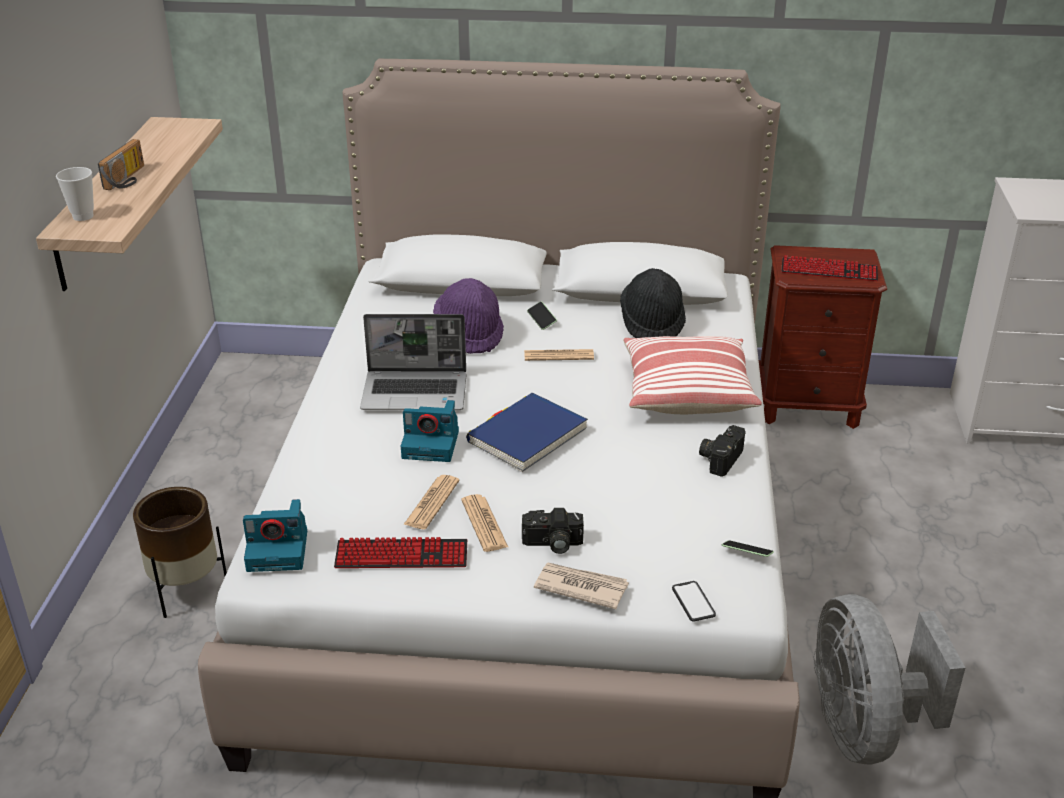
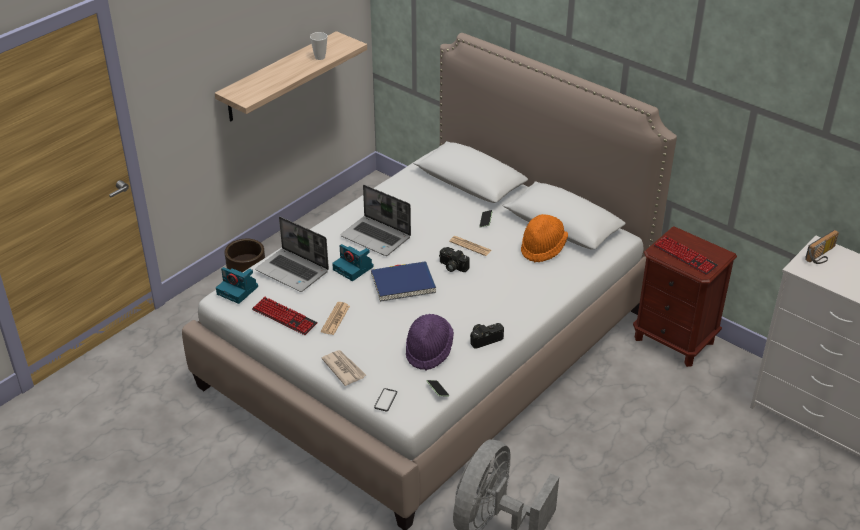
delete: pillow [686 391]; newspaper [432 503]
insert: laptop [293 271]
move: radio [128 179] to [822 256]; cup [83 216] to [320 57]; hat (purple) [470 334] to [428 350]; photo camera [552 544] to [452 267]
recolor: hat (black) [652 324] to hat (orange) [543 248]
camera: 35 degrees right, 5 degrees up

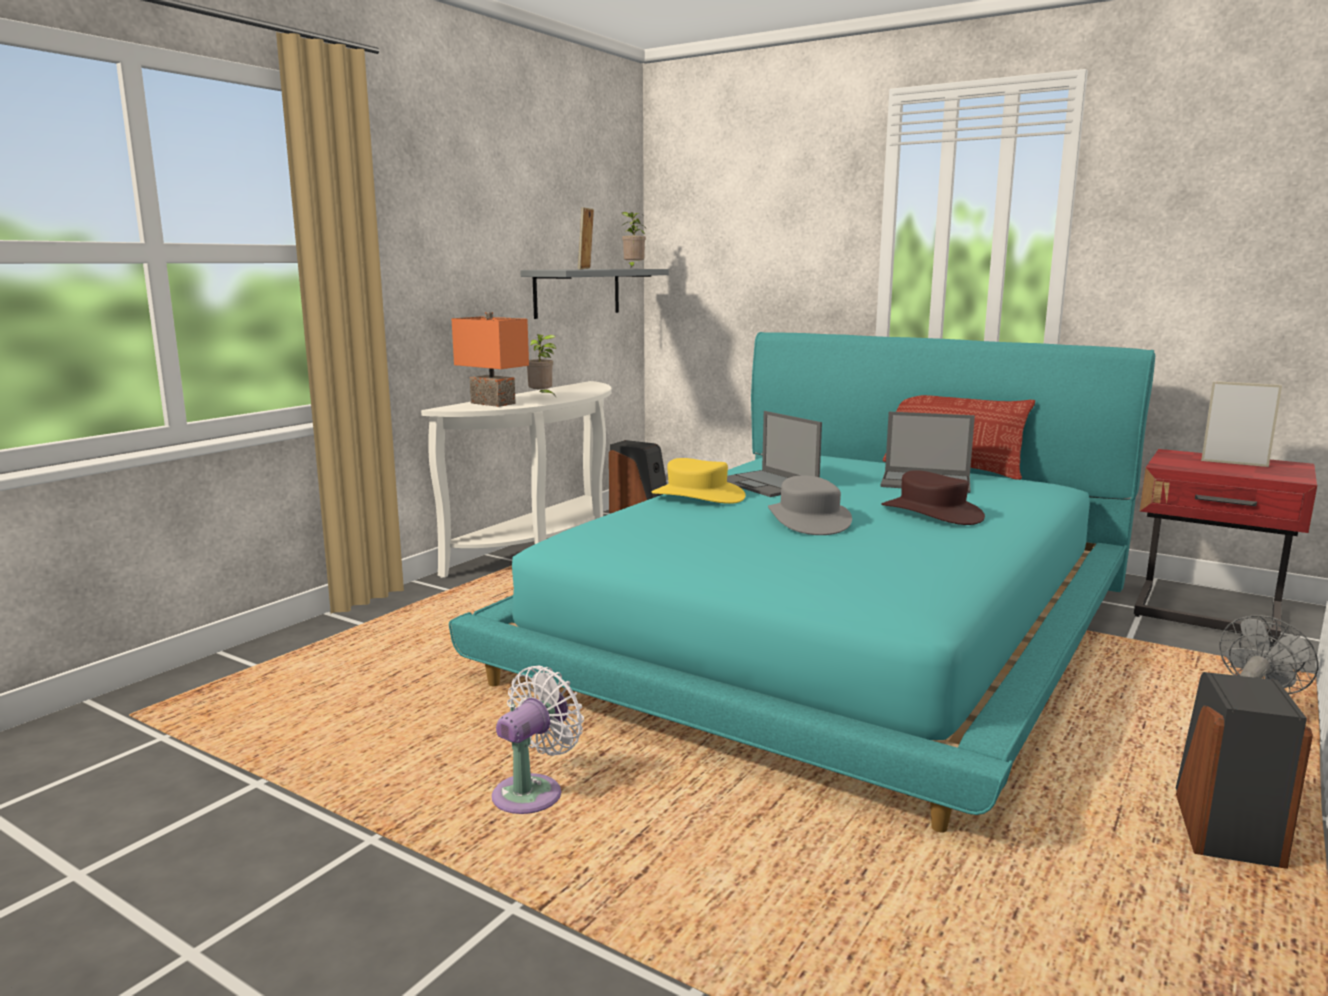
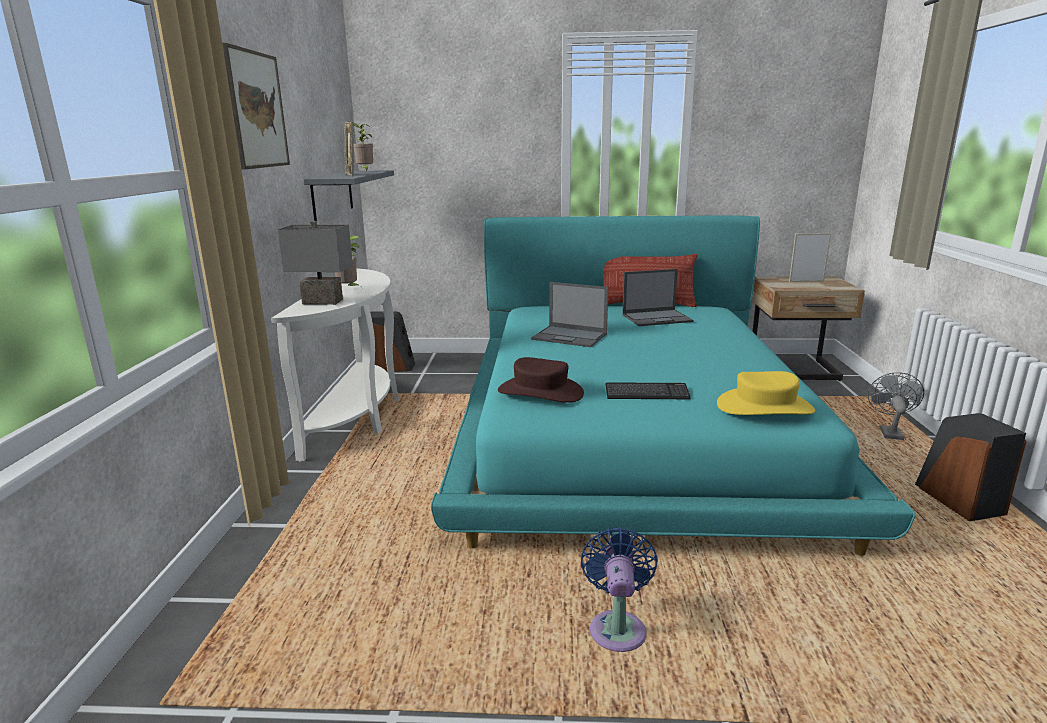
delete: hat (grey) [809 520]
insert: picture [258 110]; keyboard [646 393]
move: hat (yellow) [697 496] to [764 407]; hat (brown) [932 512] to [540 392]
recolor: table lamp (orange) [495 403] to table lamp (grey) [324 301]; nightstand (red) [1207 615] to nightstand (beige) [795 372]; fan (white) [533 792] to fan (blue) [617 627]
camera: 30 degrees left, 5 degrees up

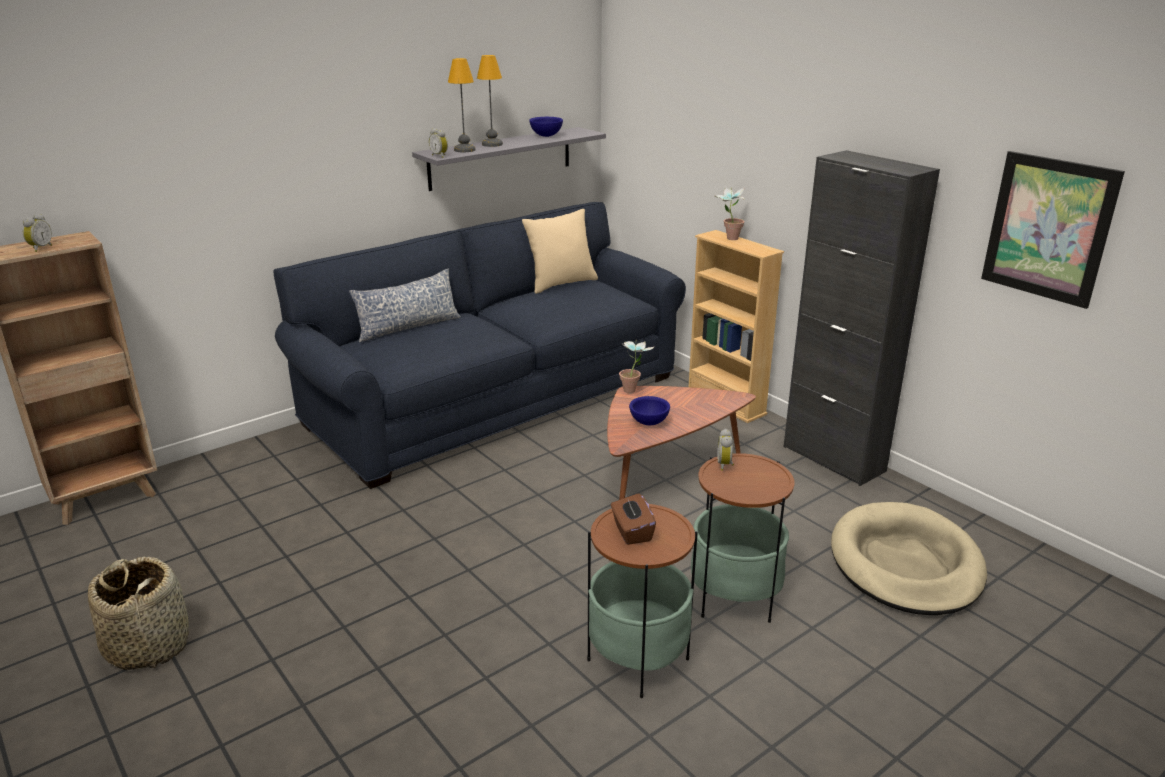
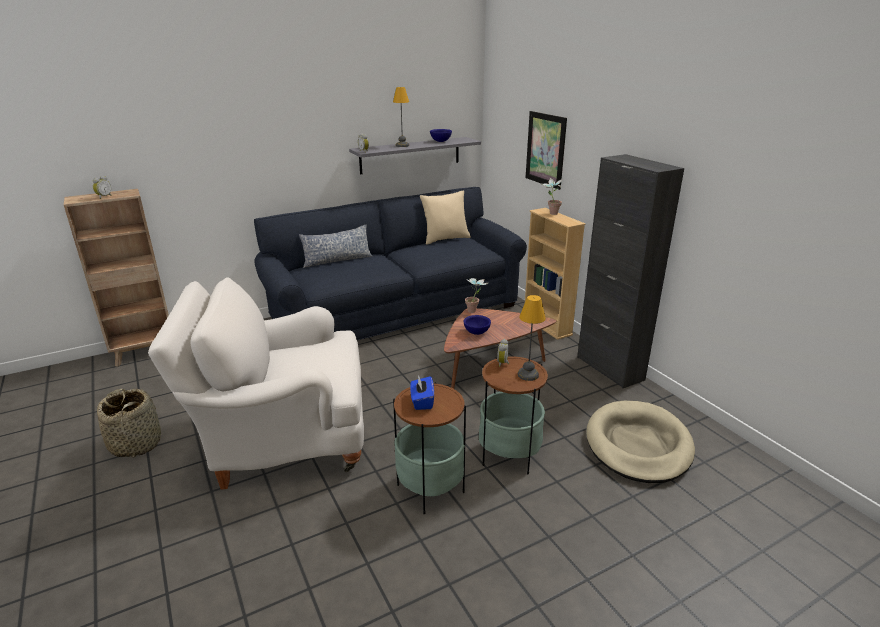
insert: armchair (white) [283 439]
move: table lamp [465 150] to [528 374]; picture [1048 228] to [545 149]
recolor: tissue box (brown) [632 532] to tissue box (blue) [422 401]
camera: 10 degrees right, 0 degrees up

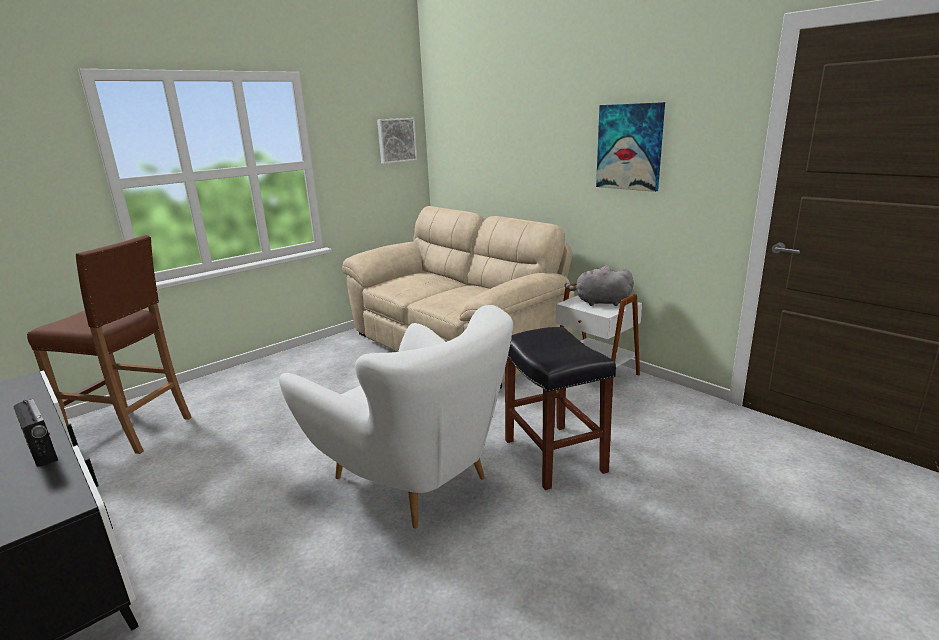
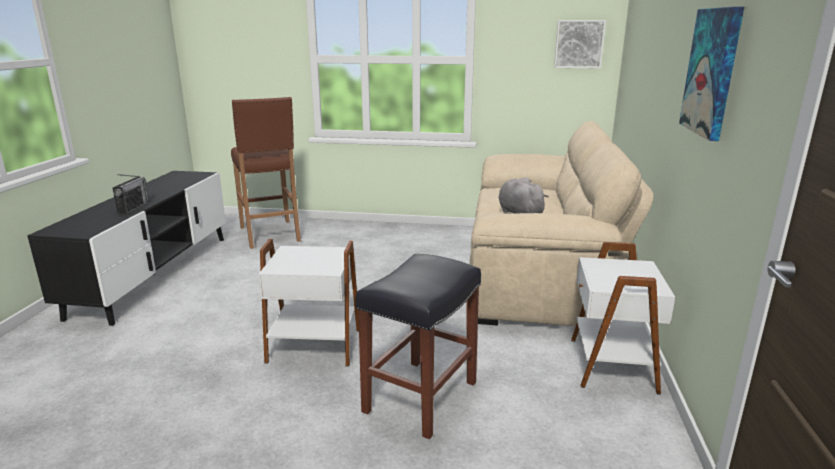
move: plush toy (grey) [600 302] to [519 213]
replace: armchair (white) [413 479] to side table (white) [315 344]
camera: 50 degrees right, 0 degrees up

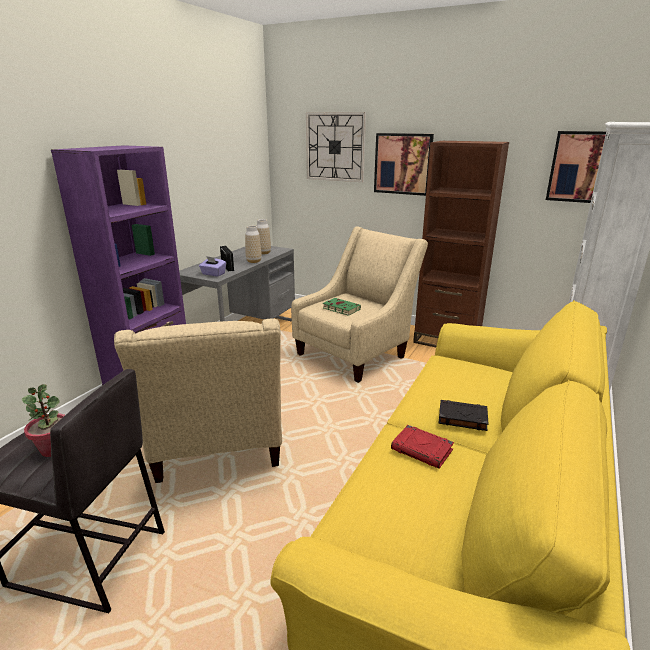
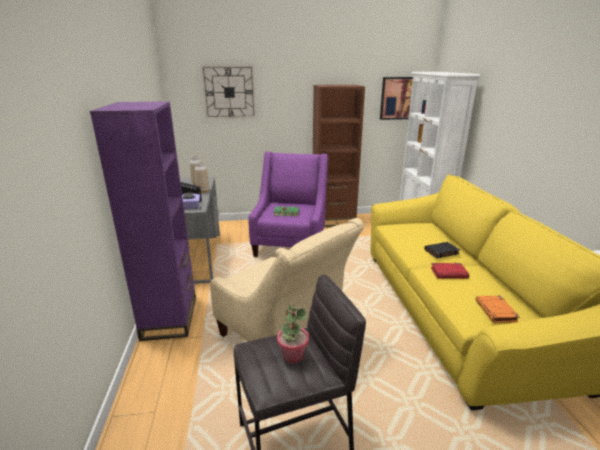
delete: picture [403 164]
insert: book (orange) [496 311]
recolor: armchair (beige) [356 353] to armchair (purple) [291 244]
camera: 35 degrees left, 0 degrees up

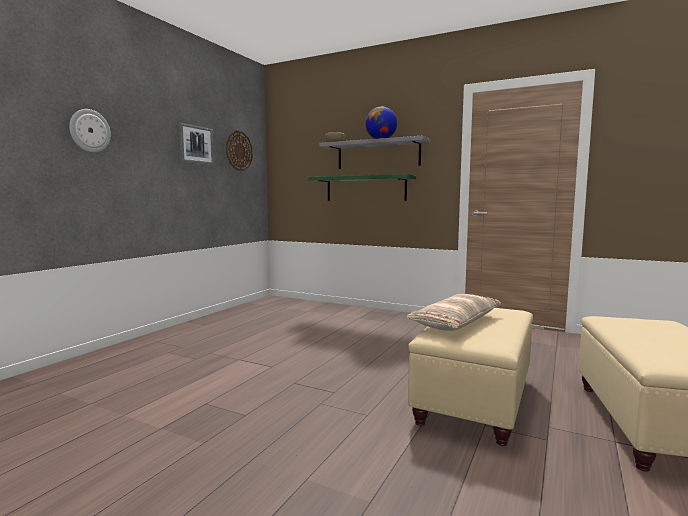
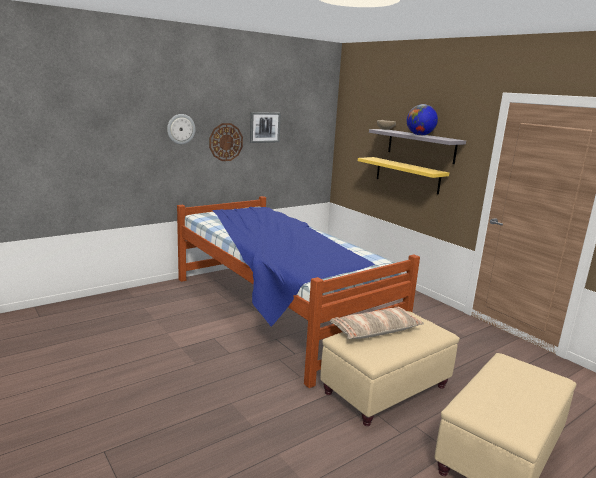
insert: bed [277 310]
move: wall clock [239 151] to [226 142]
recolor: shelf (green) [365 188] to shelf (yellow) [407 175]
camera: 25 degrees right, 10 degrees up

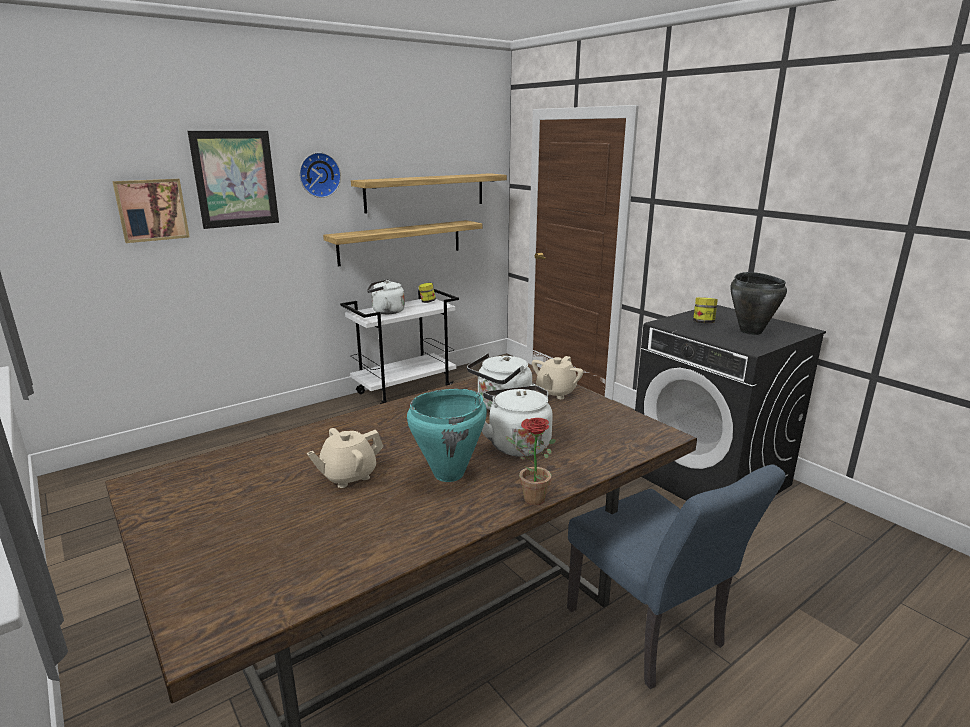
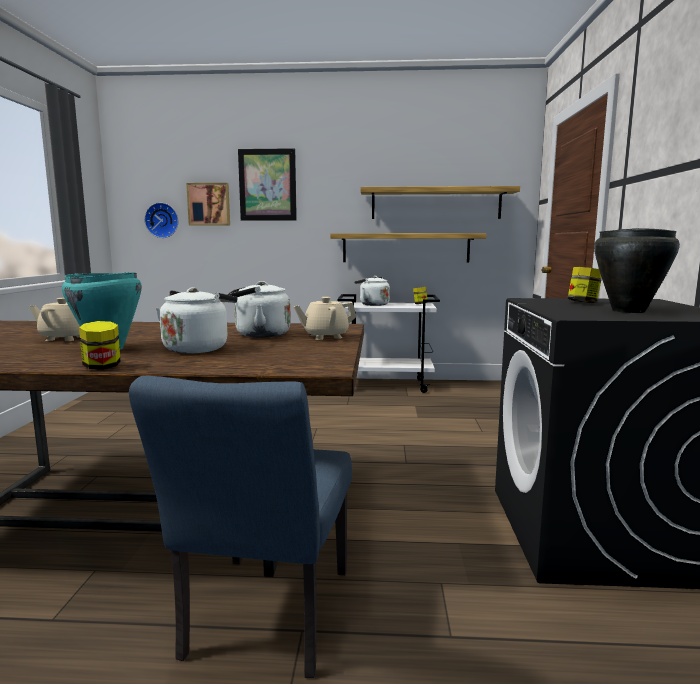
move: wall clock [319 175] to [162 220]
replace: potted plant [529 498] to jar [102 367]
camera: 40 degrees right, 10 degrees down

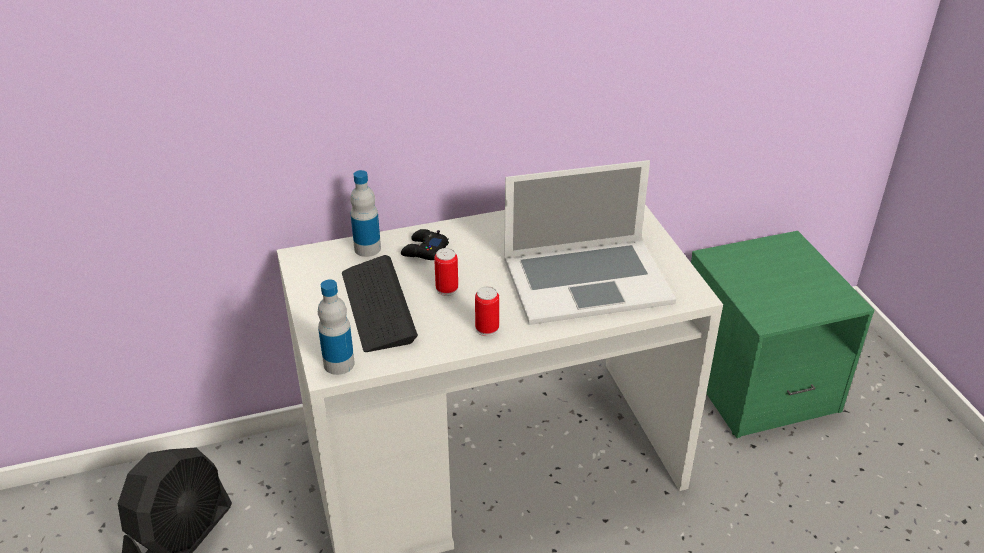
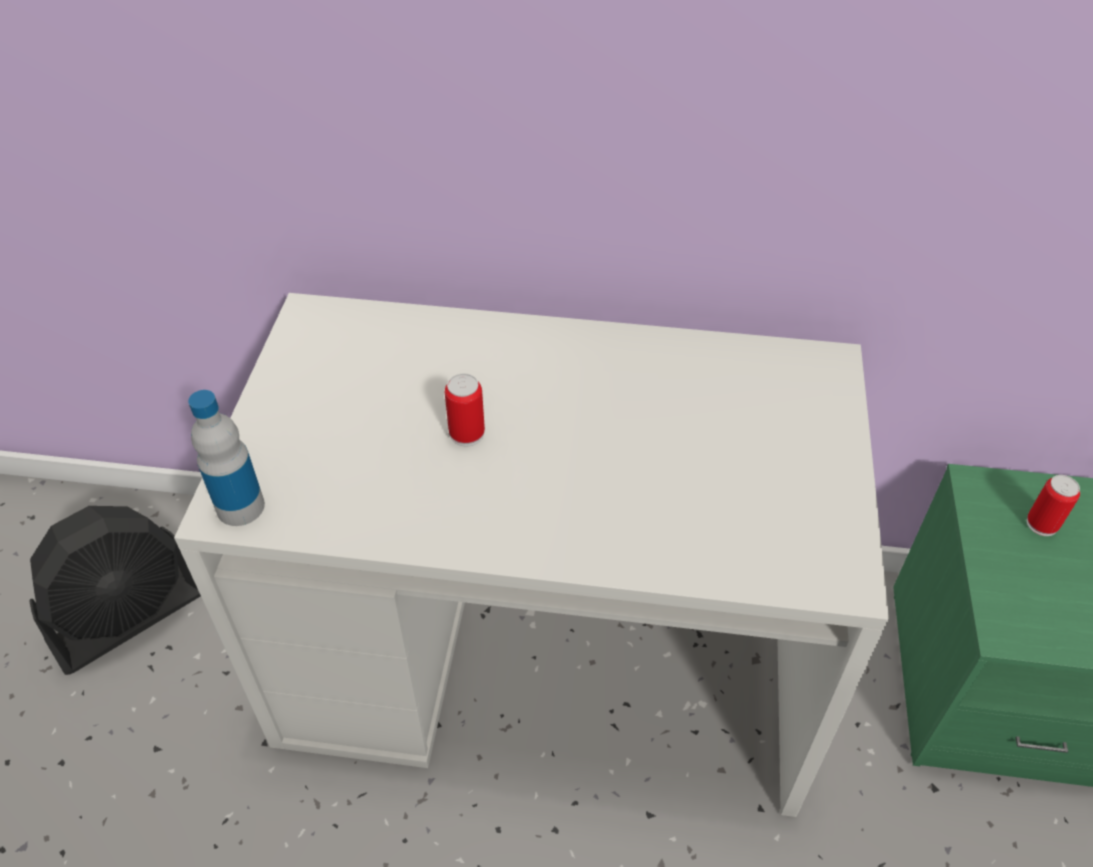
delete: laptop [586 280]; bottle [367 248]; game controller (black) [424 250]; keyboard [378 305]
move: can [487 329] to [1042 524]
camera: 25 degrees right, 10 degrees up

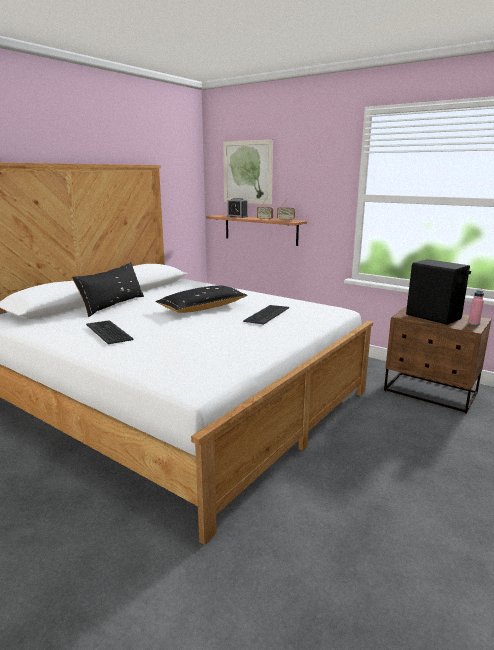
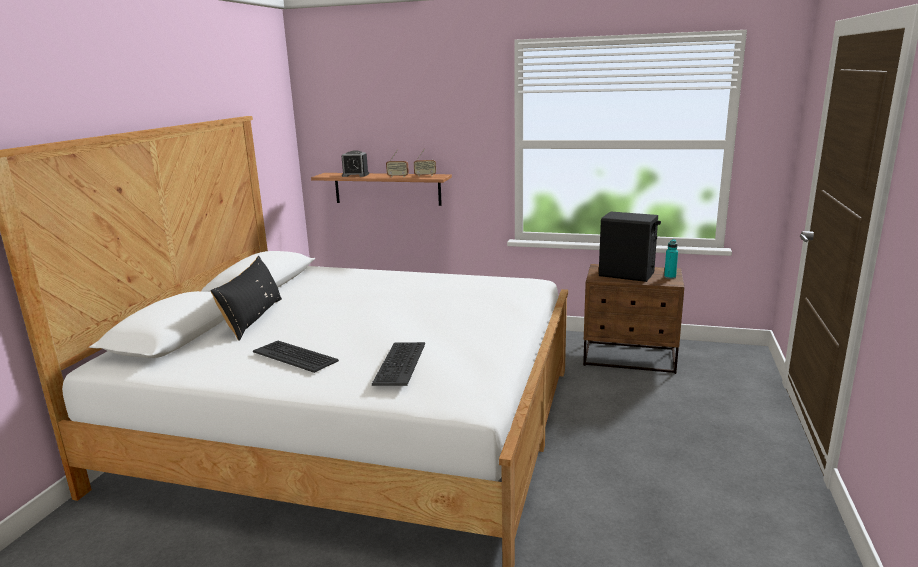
delete: picture [247 172]; pillow (black) [202 308]
move: keyboard [266 315] to [399 364]
recolor: bottle (pink) [473 324] to bottle (turquoise) [670 277]
camera: 20 degrees left, 0 degrees up

